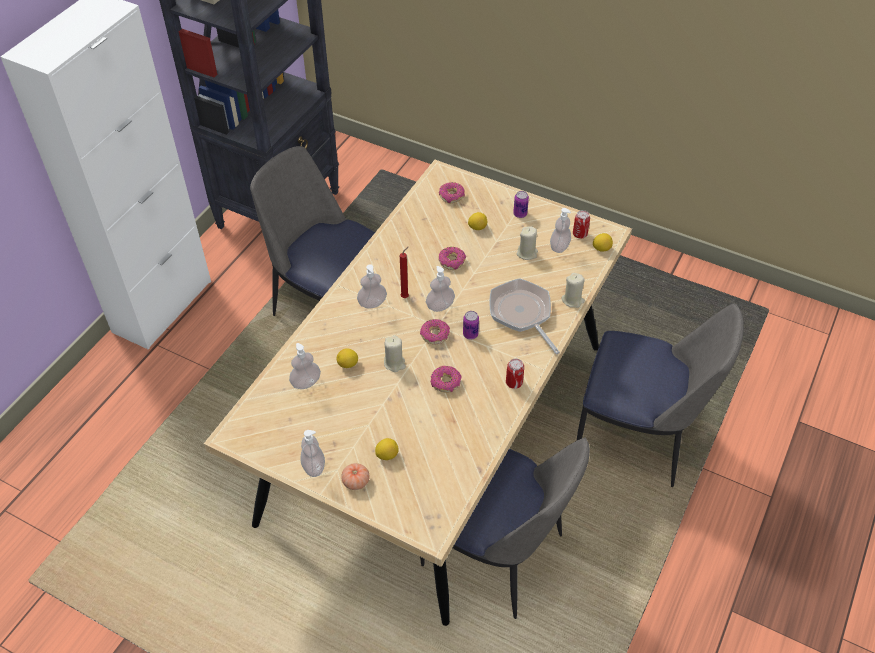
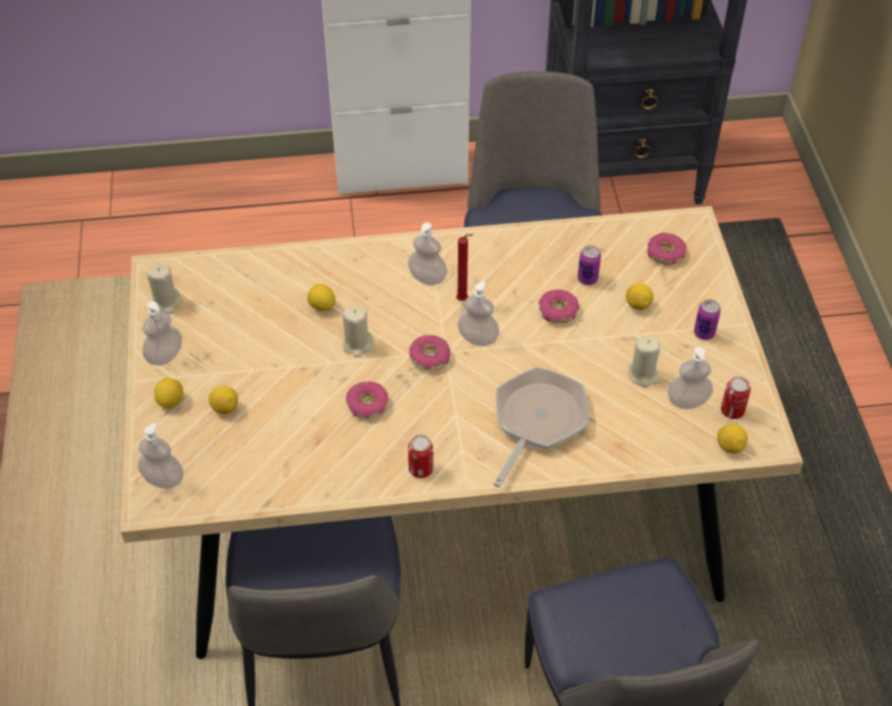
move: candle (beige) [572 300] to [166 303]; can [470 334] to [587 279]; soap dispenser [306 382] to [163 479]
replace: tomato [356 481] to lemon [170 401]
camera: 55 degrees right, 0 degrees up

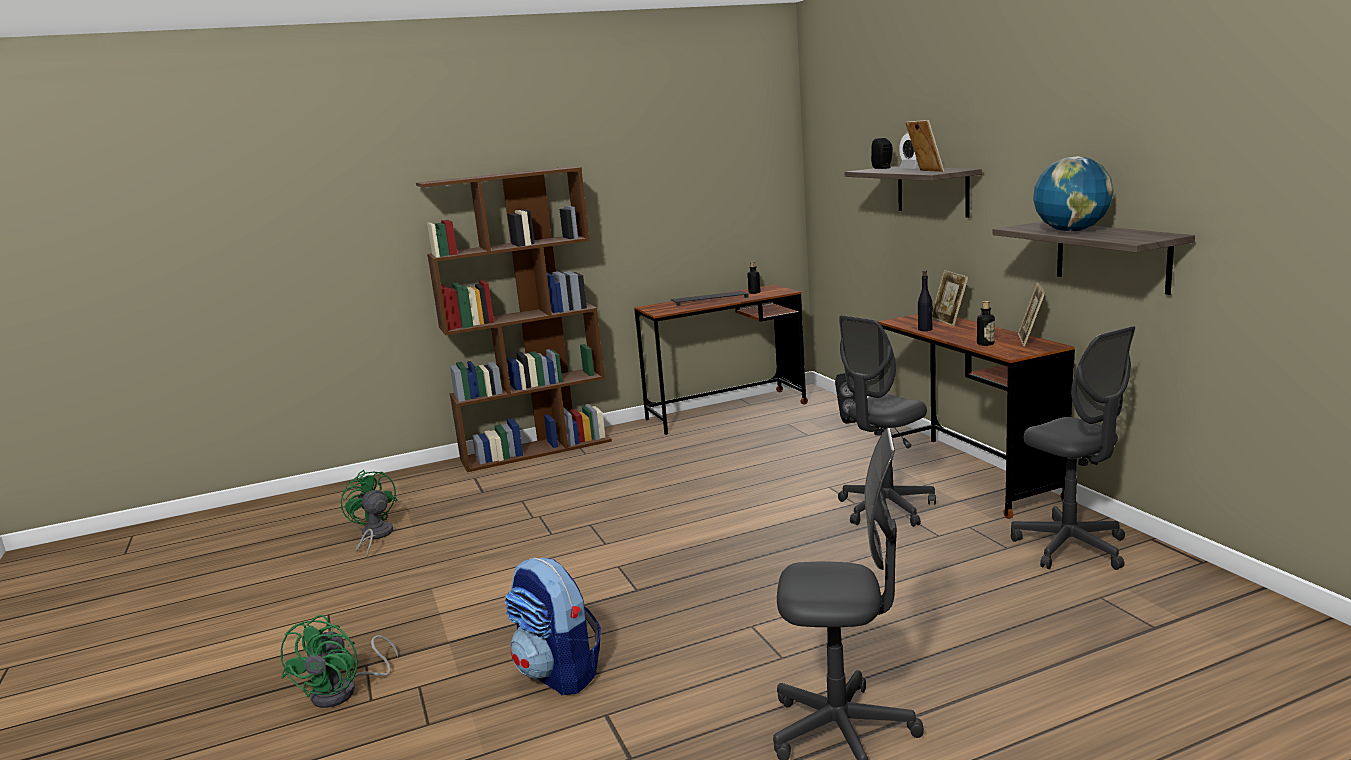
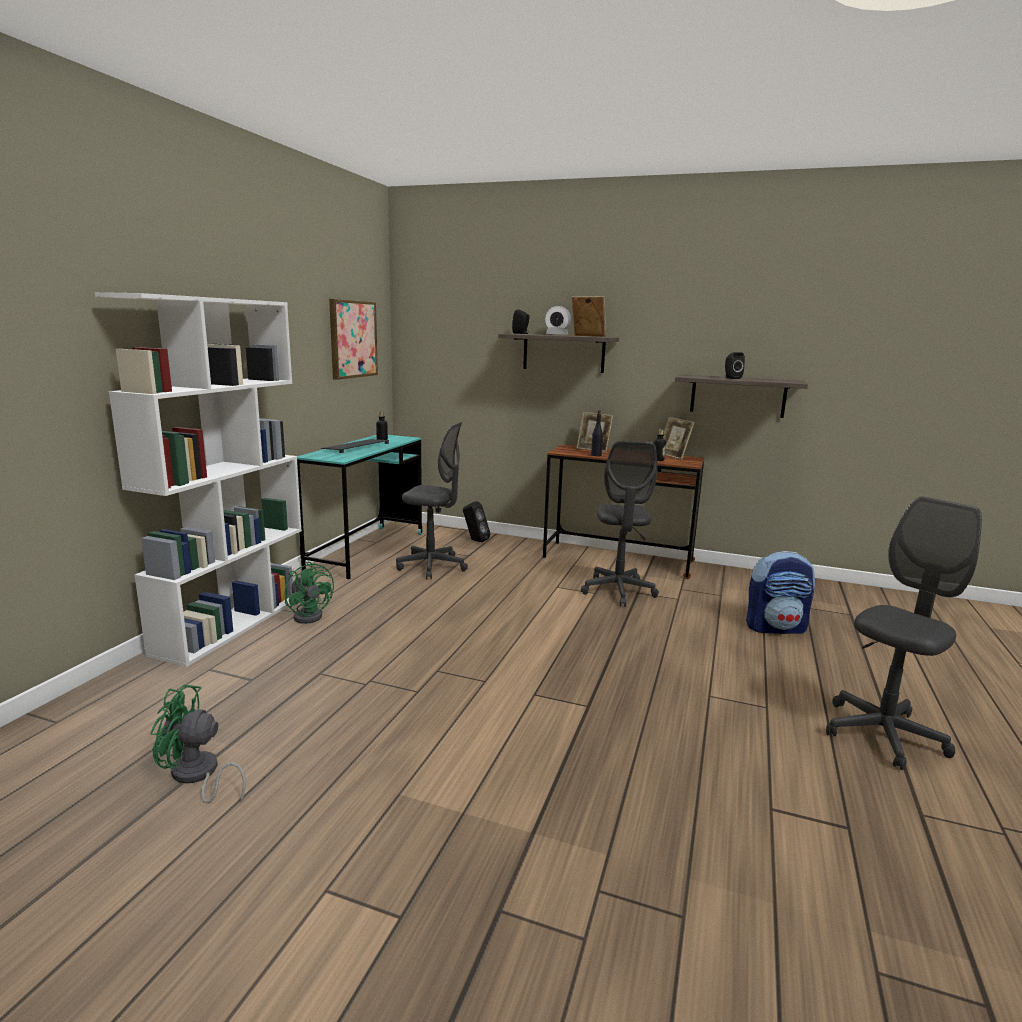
insert: picture [352 339]
move: office chair (grey) [1070 547] to [432 566]; backpack [559 673] to [775 627]; fan (green) [344 691] to [311 615]
replace: globe [1071 231] to speaker (black) [731 378]
recolor: bookcase (brown) [537 450] to bookcase (white) [233 622]; desk (brown) [726 411] to desk (turquoise) [367 551]
camera: 50 degrees left, 0 degrees up

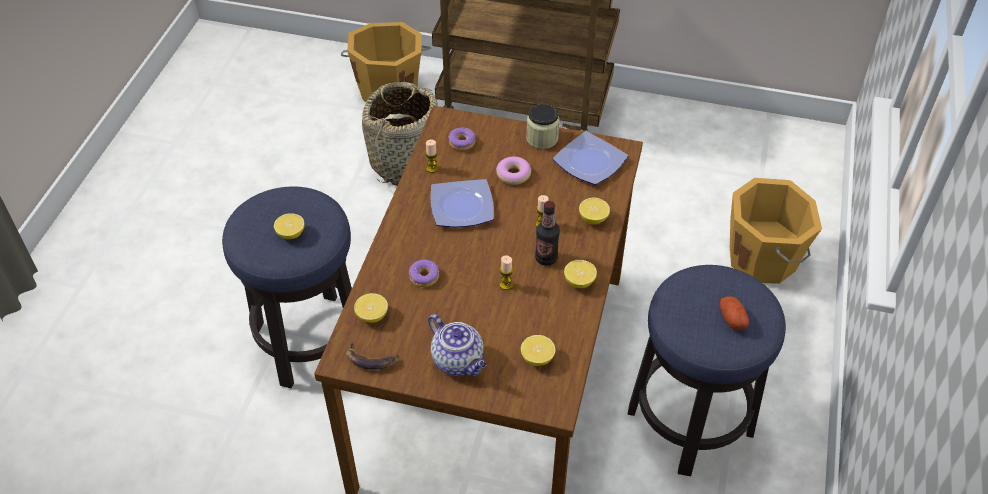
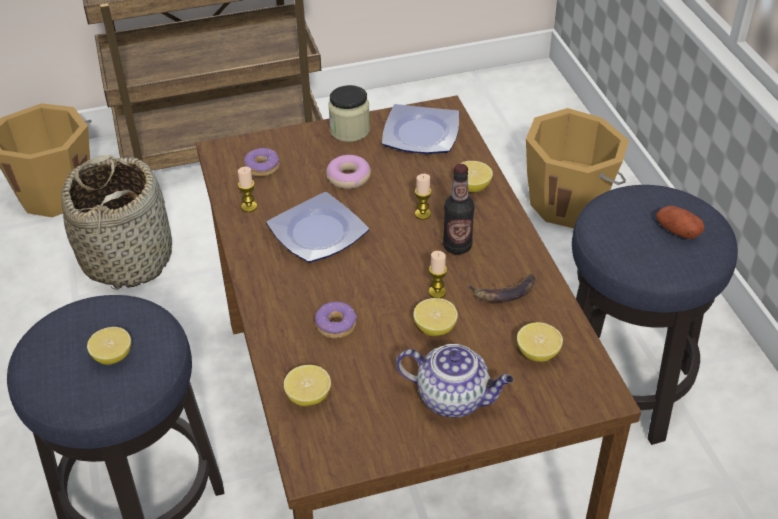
move: lemon [579 281] to [435 328]; banana [371 359] to [505 292]
camera: 30 degrees left, 5 degrees down

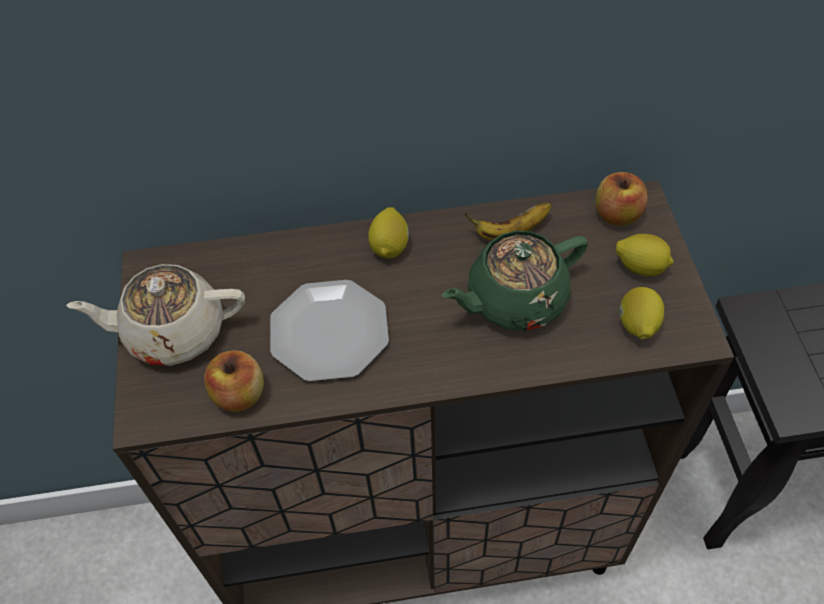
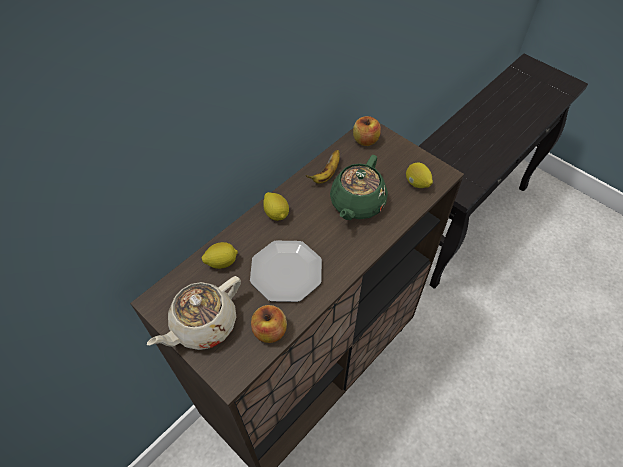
move: lemon [640 267] to [222 262]
camera: 40 degrees left, 0 degrees up

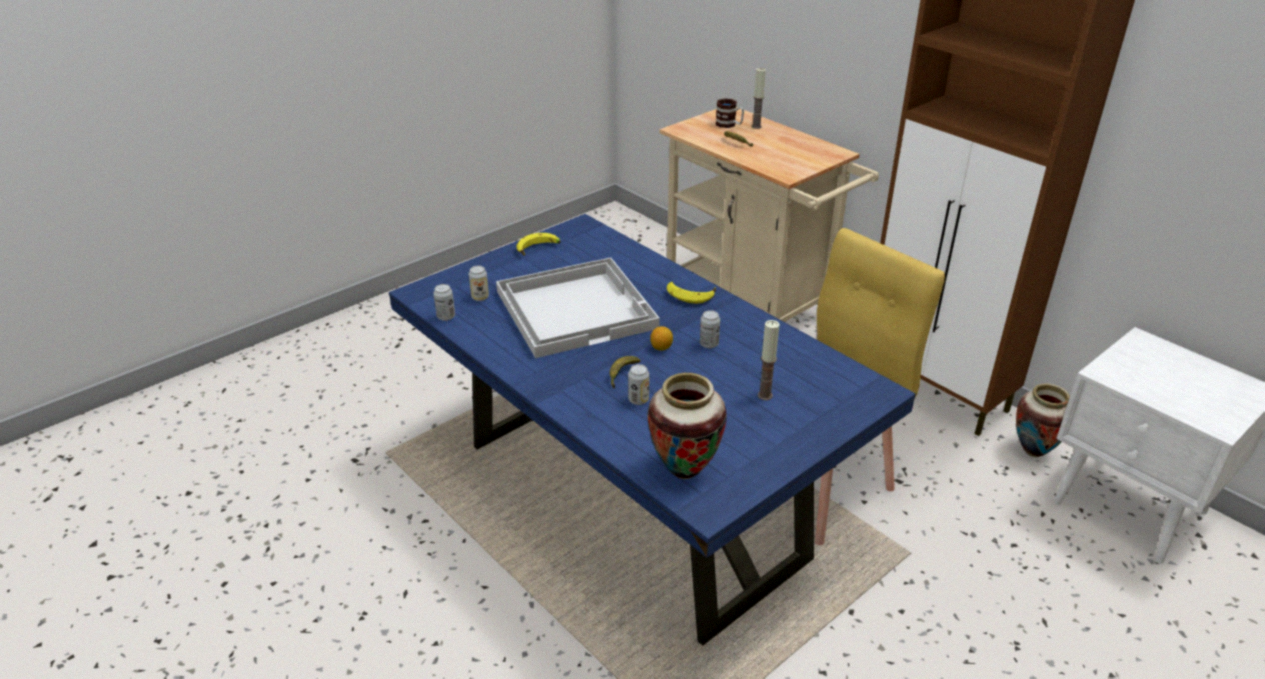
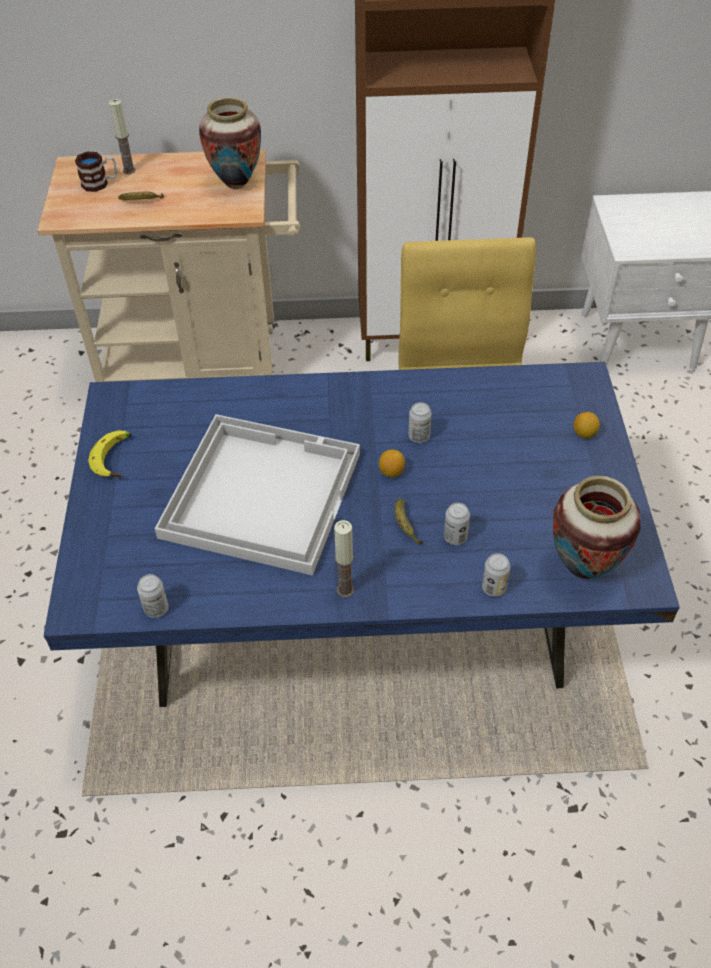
delete: banana [691 295]
insert: lemon [584 434]
move: can [480 297] to [493 588]; candle [765 395] to [345 590]; vase [1033 451] to [236 184]
camera: 50 degrees left, 15 degrees up

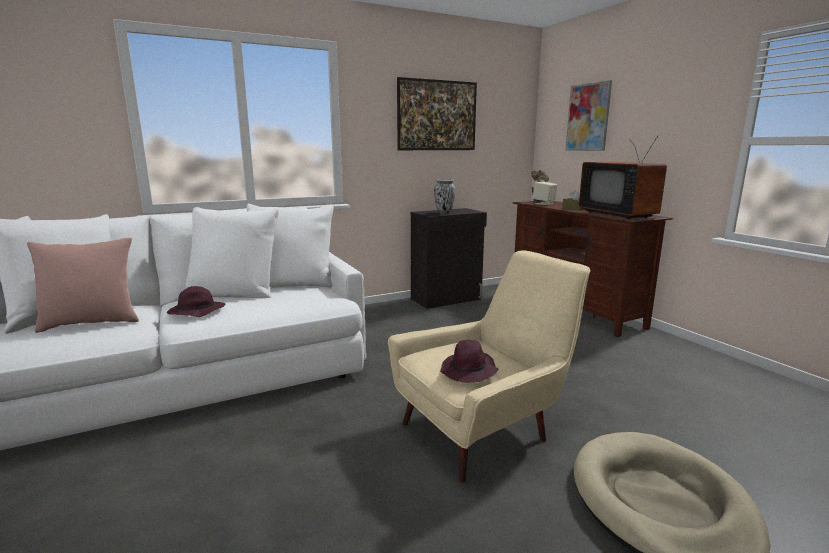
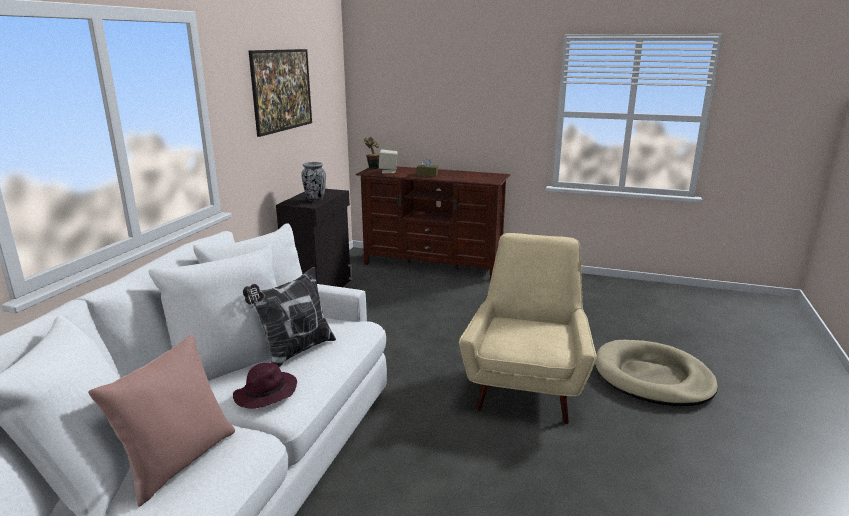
delete: picture [588 117]; television [620 214]; hat (purple) [469 371]
insert: pillow [295 351]
camera: 45 degrees left, 5 degrees up

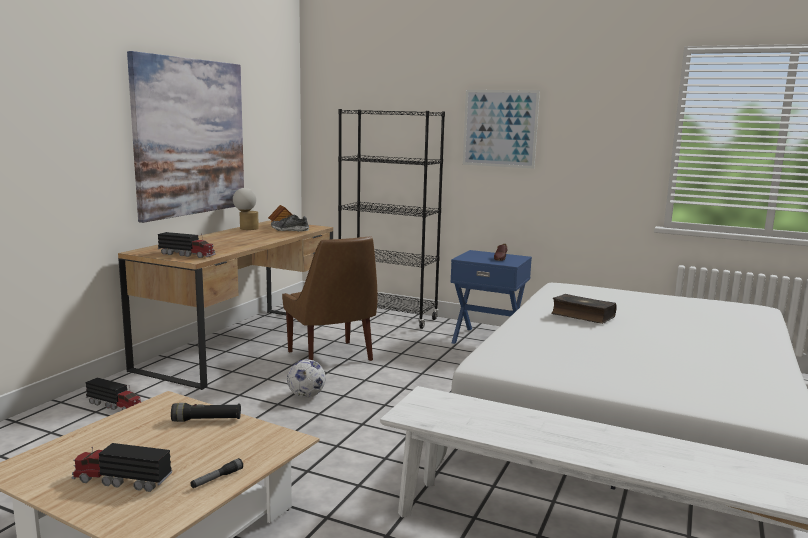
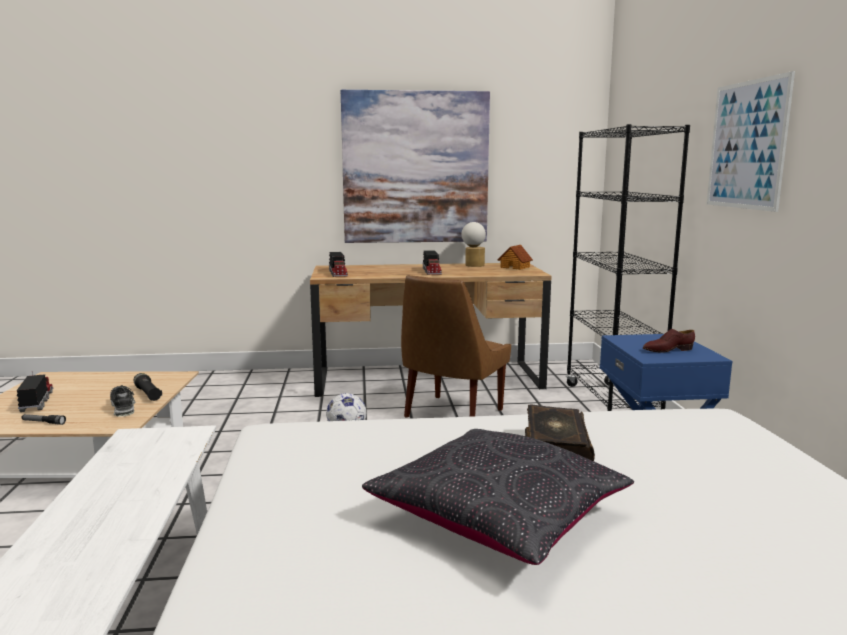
insert: pillow (black) [498 516]
move: shoe [290 230] to [122 407]; toy truck [115 405] to [431 271]
camera: 60 degrees right, 0 degrees up

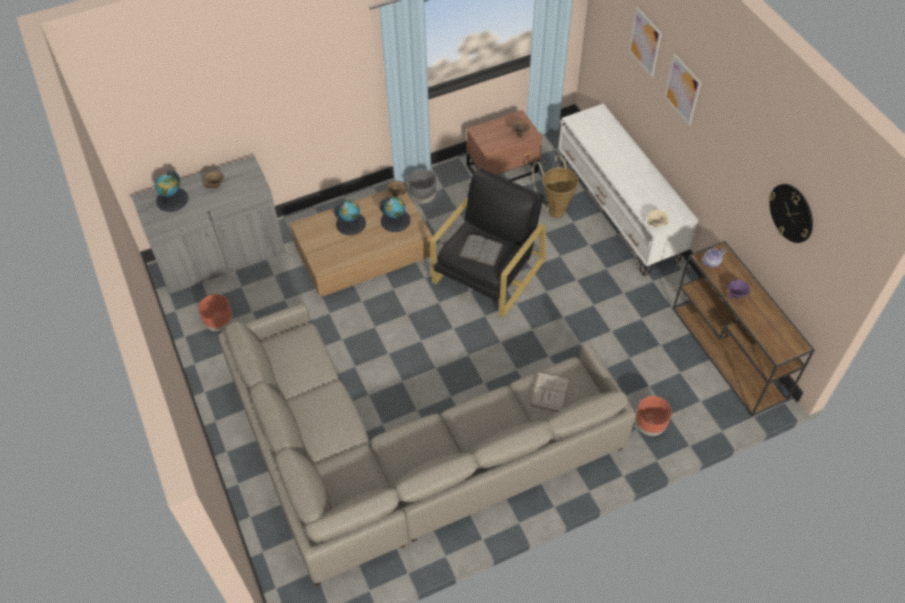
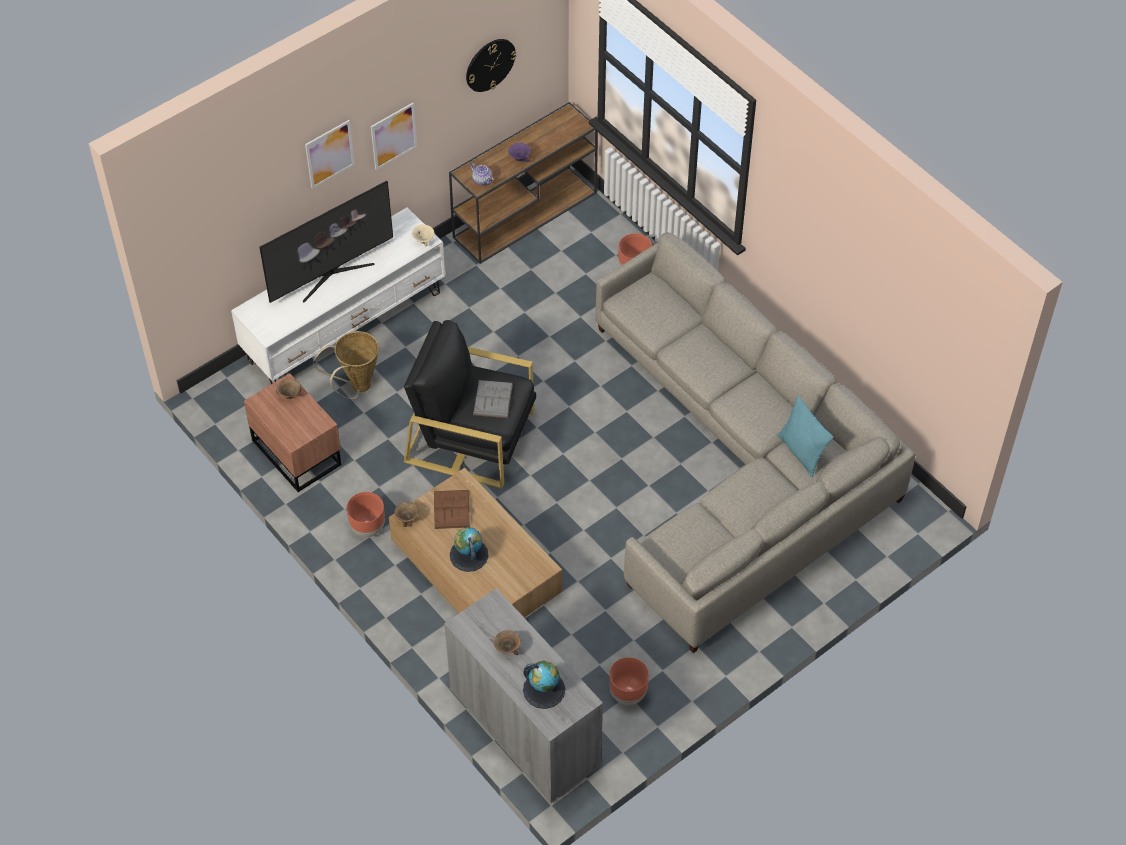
delete: book (white) [550 392]
insert: television [331 274]; pillow (turquoise) [801 452]
move: picture [645 42] to [393 136]
replace: globe [395 220] to book (brown) [451 509]
recolor: planter (grey) [423 198] to planter (brown) [367 527]
camera: 105 degrees left, 0 degrees up

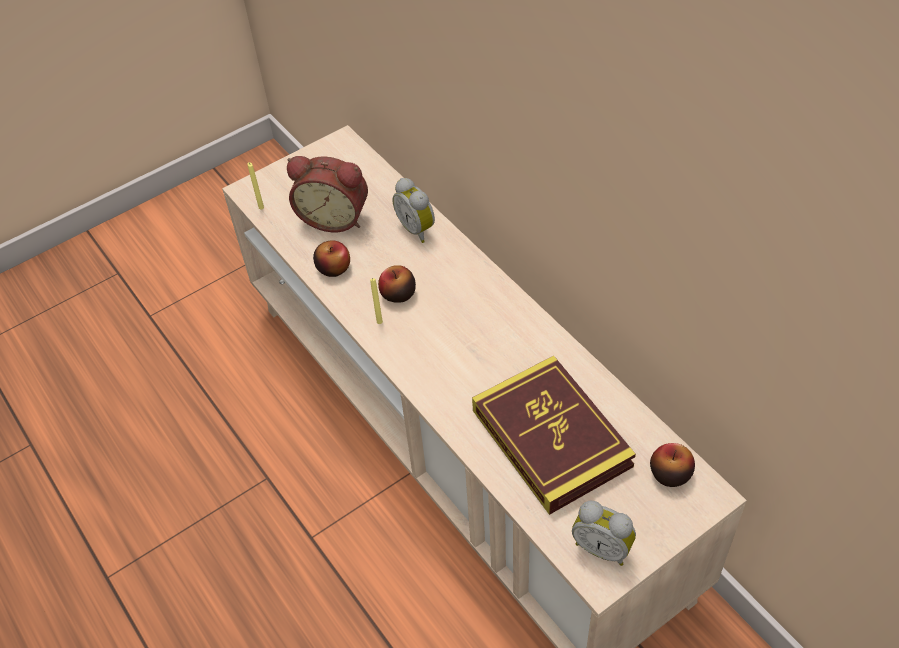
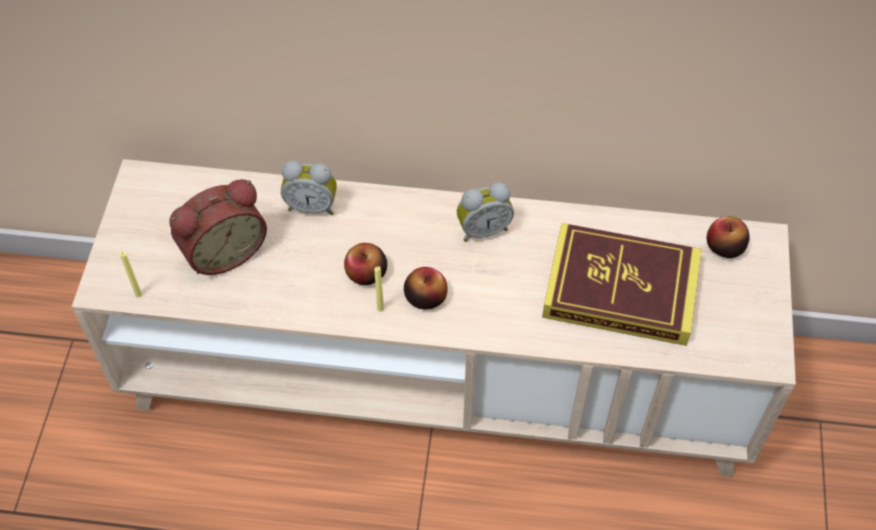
move: apple [333 268] to [425 297]; alarm clock [602 547] to [483 229]
camera: 50 degrees left, 5 degrees up

